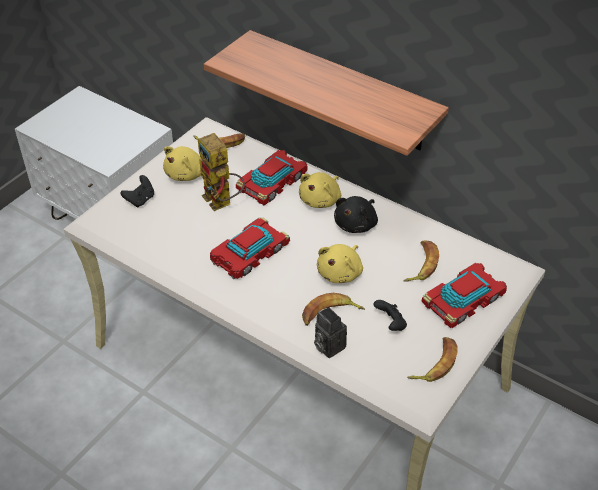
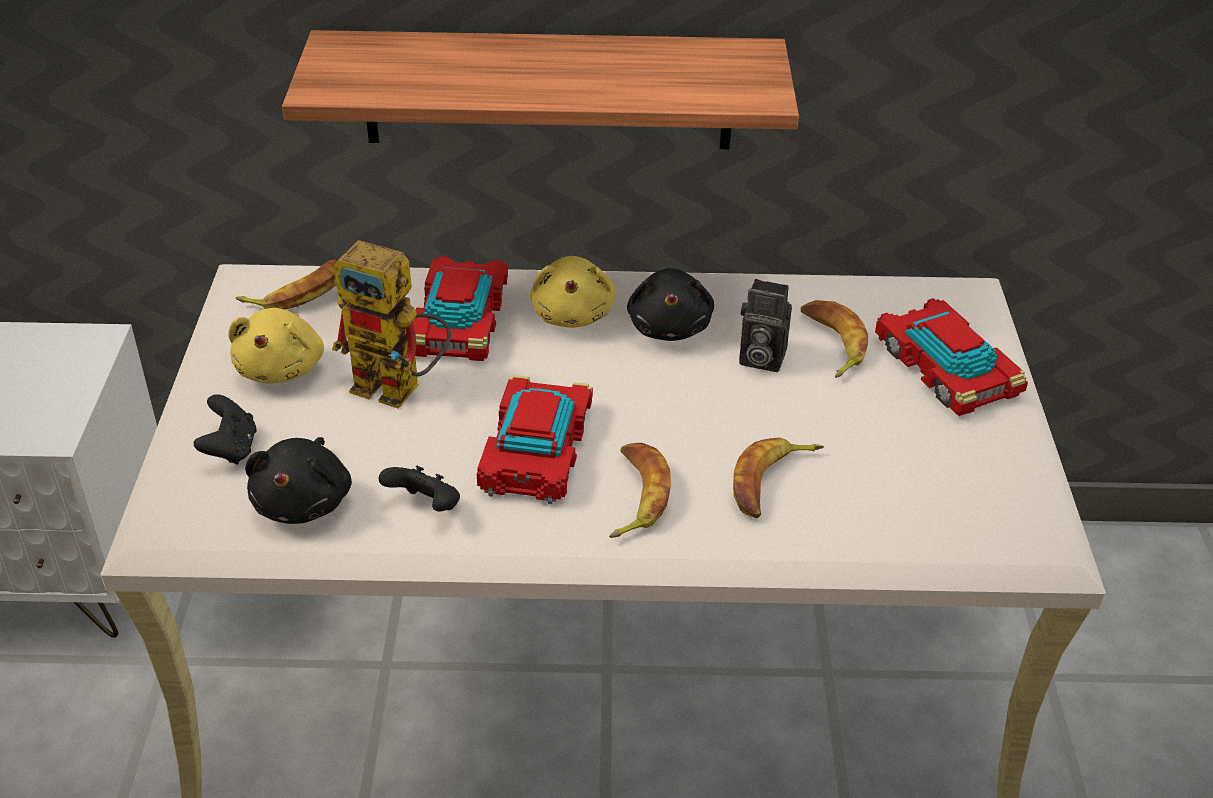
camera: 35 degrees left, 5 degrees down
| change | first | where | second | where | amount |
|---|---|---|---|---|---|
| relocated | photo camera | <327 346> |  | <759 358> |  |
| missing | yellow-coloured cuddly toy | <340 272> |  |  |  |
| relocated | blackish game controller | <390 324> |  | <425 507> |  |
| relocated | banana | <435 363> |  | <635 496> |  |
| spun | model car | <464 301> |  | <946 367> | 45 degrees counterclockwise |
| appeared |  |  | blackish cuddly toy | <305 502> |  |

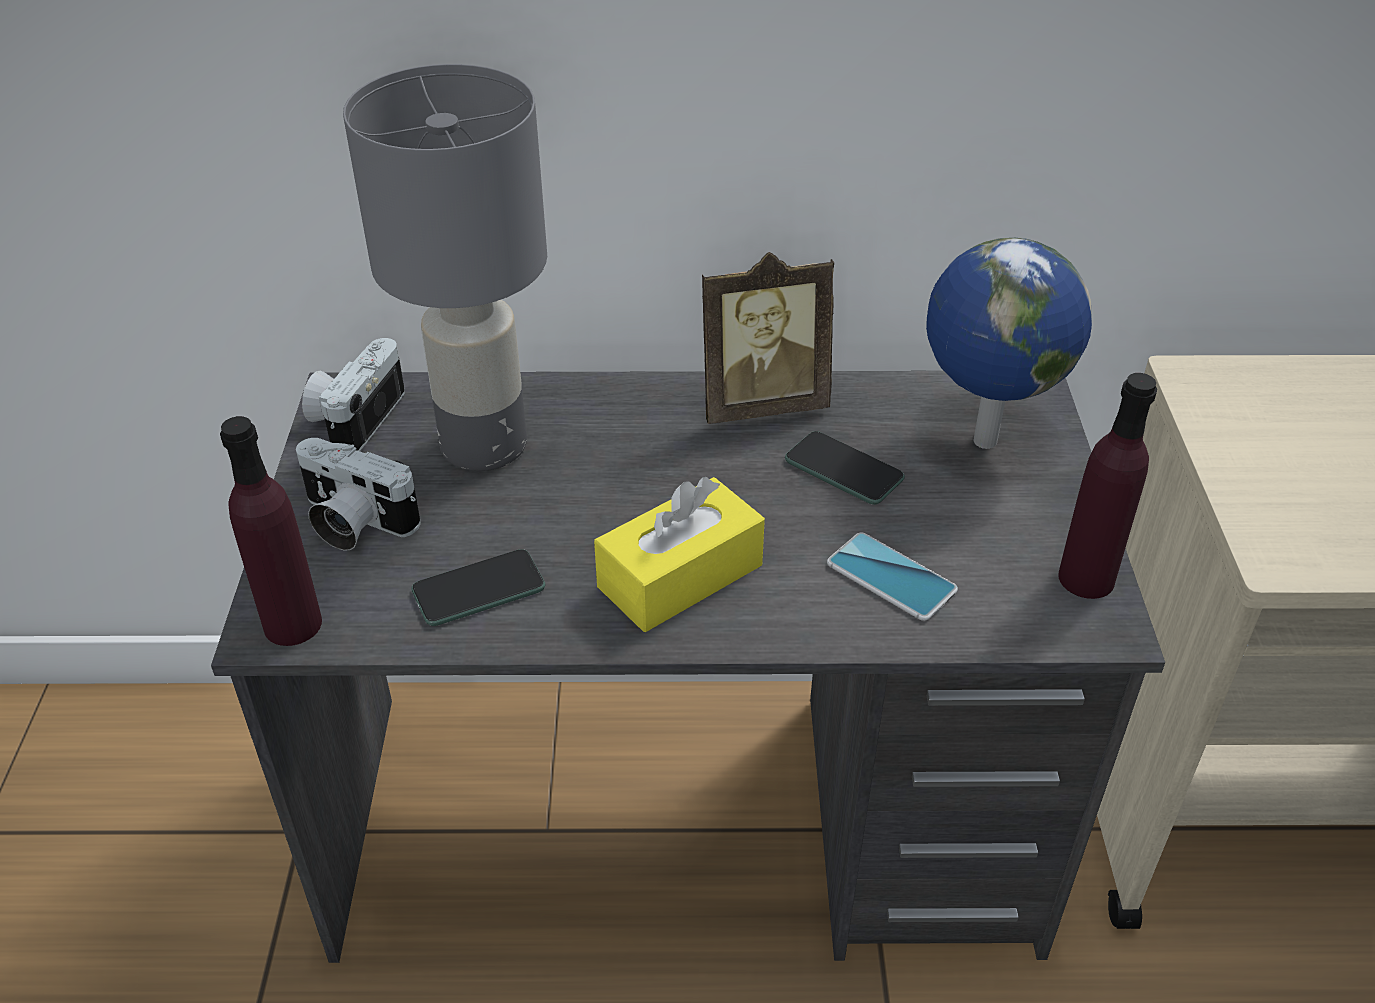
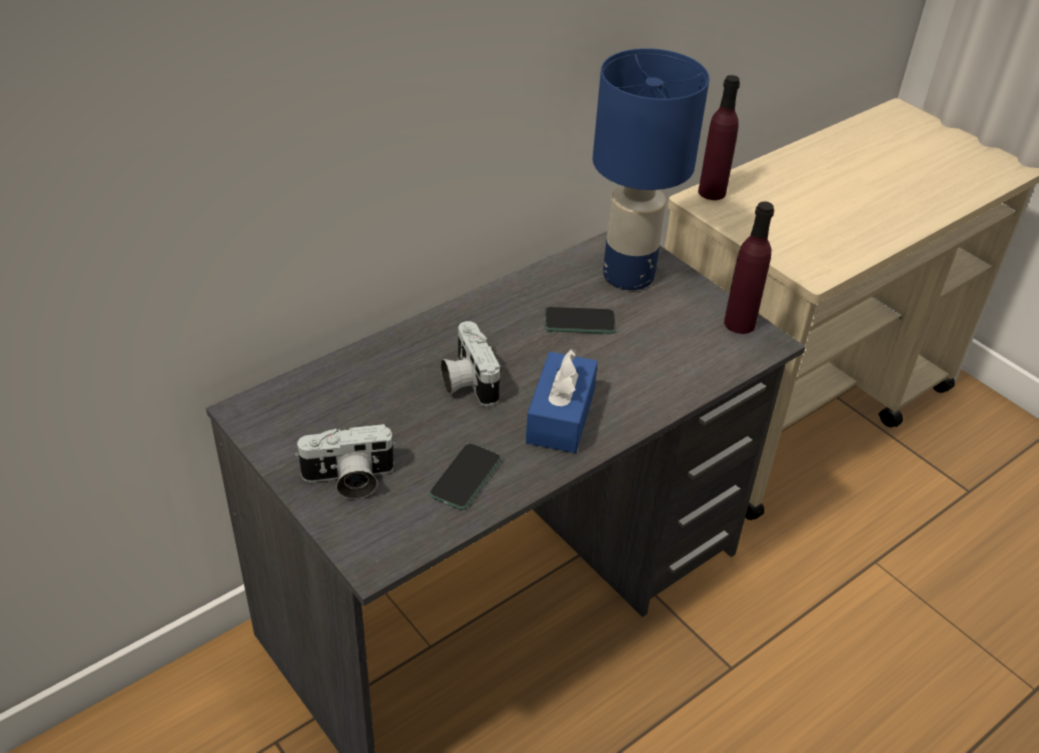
camera: 40 degrees left, 0 degrees up
| change | first | where | second | where | amount |
|---|---|---|---|---|---|
| relocated | purple-coloured bottle | <293 624> |  | <712 192> |  |
| relocated | photo camera | <355 418> |  | <467 381> |  |
| missing | gray lamp for a table | <482 447> |  |  |  |
| colour | yellow-coloured tissue holder | <680 576> | bluish tissue holder | <560 416> |  |
| missing | picture frame | <761 403> |  |  |  |
| missing | handset | <891 577> |  |  |  |
| exchanged | world globe | <982 441> | bluish lamp for a table | <628 276> |  |

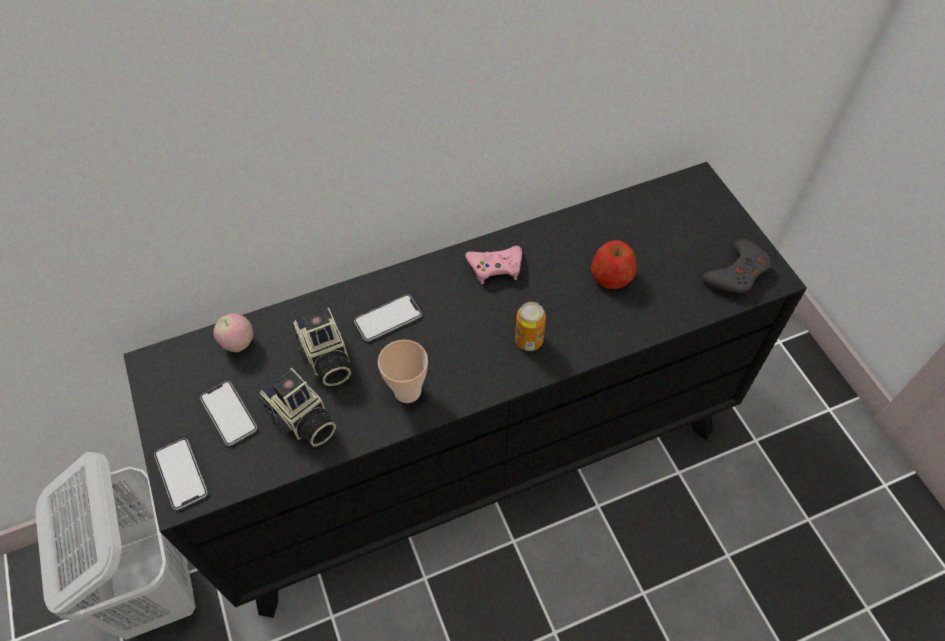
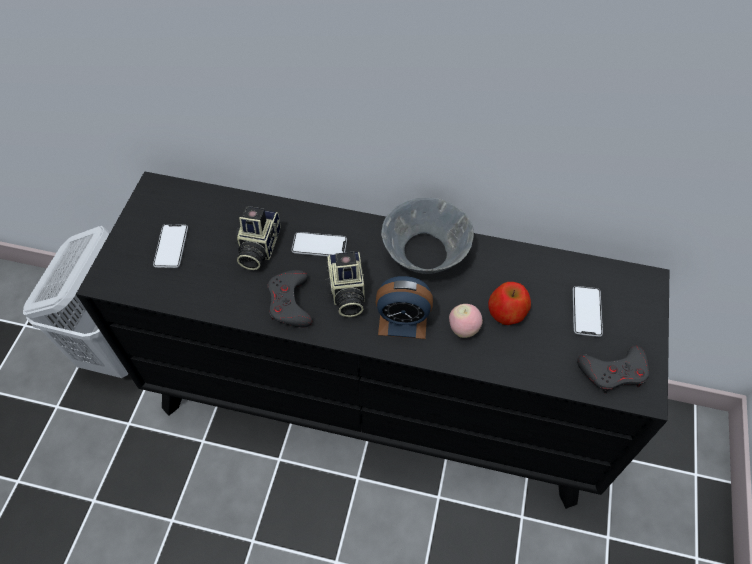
camera: 35 degrees right, 0 degrees up
| change | first | where | second | where | amount |
|---|---|---|---|---|---|
| relocated | handset | <181 474> |  | <586 311> |  |
| relocated | apple | <238 343> |  | <463 329> |  |
| relocated | photo camera | <301 419> |  | <346 292> |  |
| exchanged | small cup | <407 391> | gray game controller | <290 303> |  |
| exchanged | pinkish game controller | <495 267> | gray bowl | <424 253> |  |
| exchanged | sealed can | <529 340> | alarm clock | <403 320> |  |

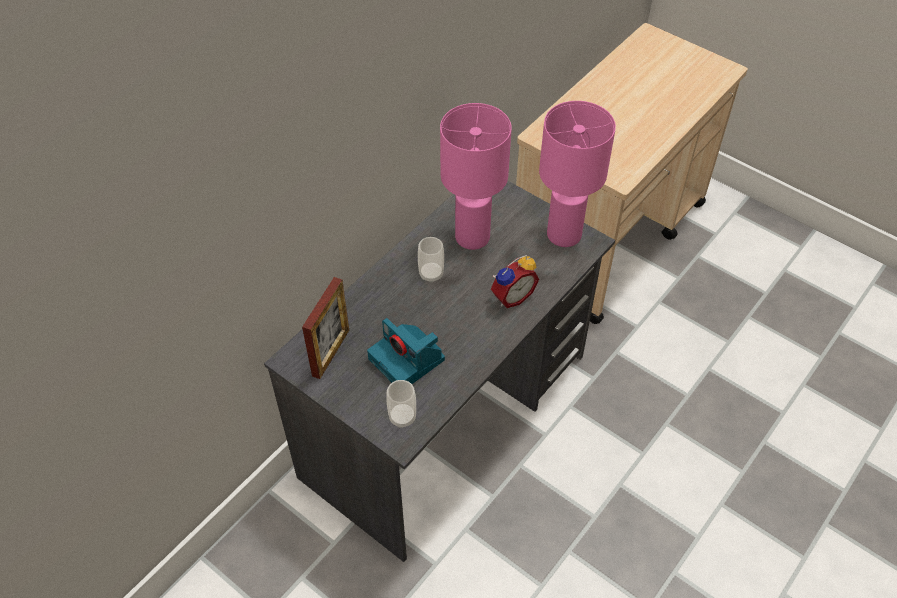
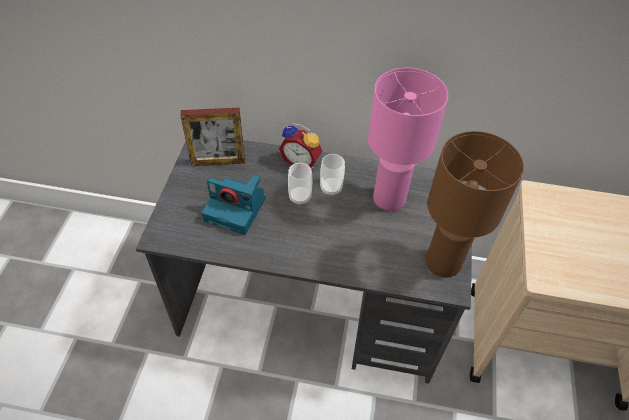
camera: 60 degrees right, 0 degrees up
| change | first | where | second | where | amount |
|---|---|---|---|---|---|
| spun | photo camera | <408 360> |  | <236 209> | 90 degrees counterclockwise |
| relocated | small cup | <402 417> |  | <300 197> |  |
| relocated | alarm clock | <511 296> |  | <301 161> |  |
| colour | pinkish lamp for a table | <564 234> | brown lamp for a table | <444 263> |  |

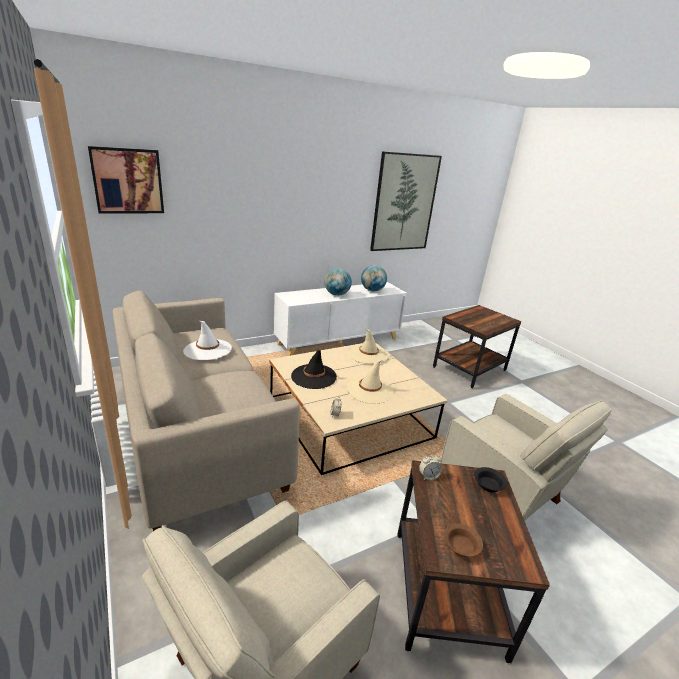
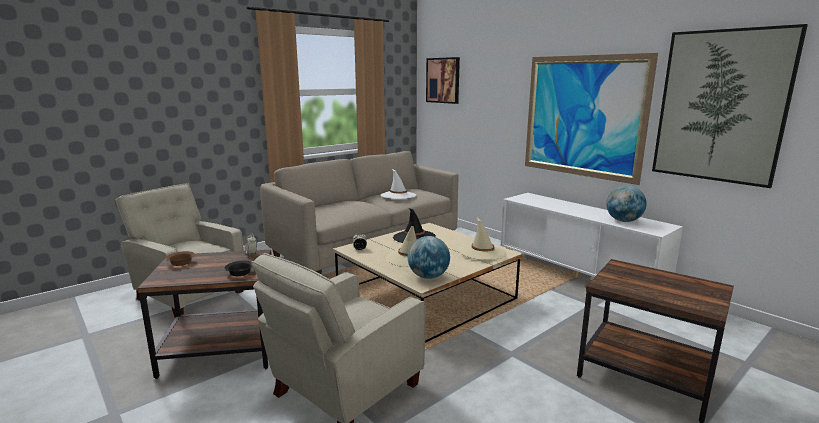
camera: 80 degrees right, 10 degrees down
| change | first | where | second | where | amount |
|---|---|---|---|---|---|
| relocated | world globe | <336 294> |  | <428 276> |  |
| appeared |  |  | wall picture | <582 116> |  |

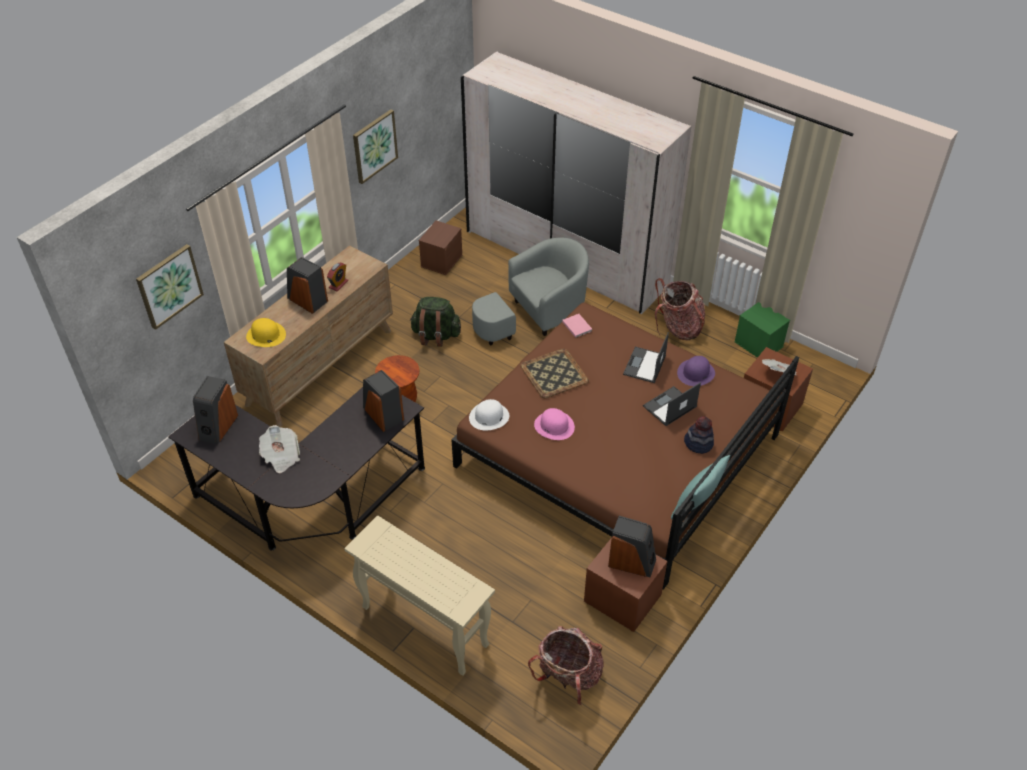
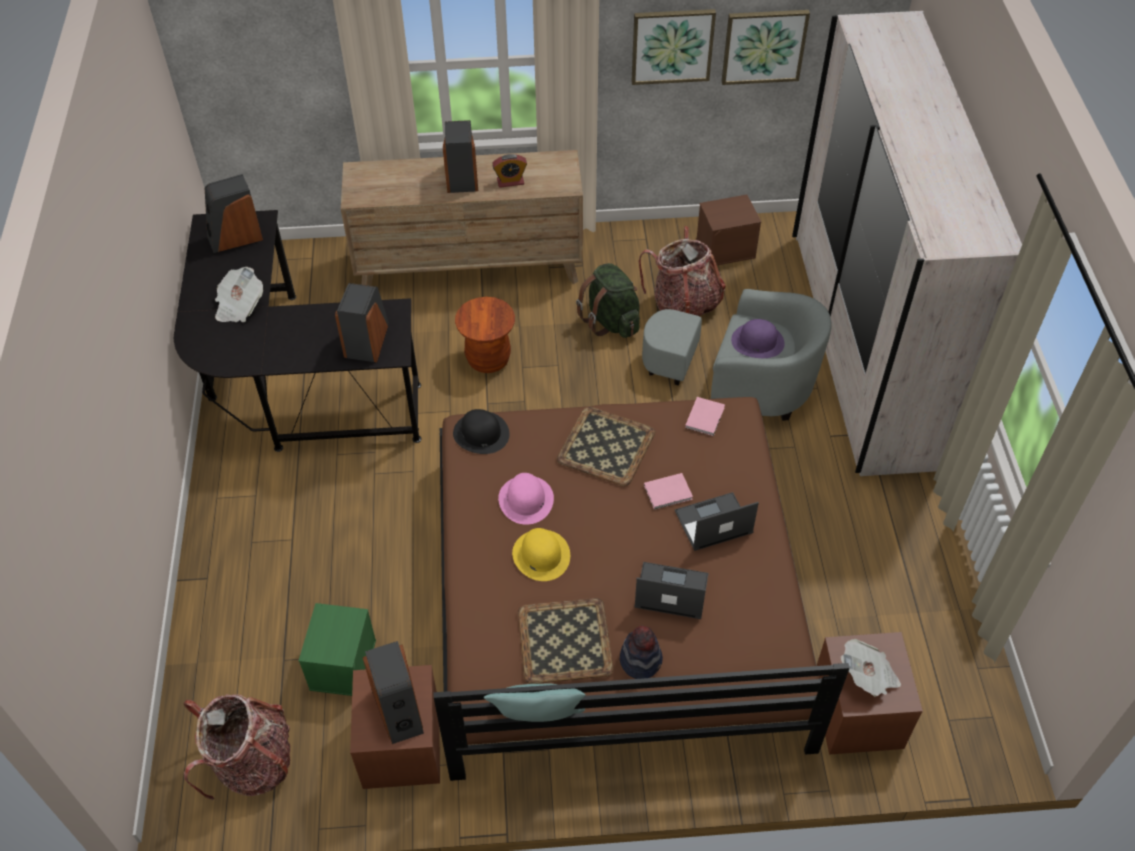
camera: 50 degrees right, 5 degrees up
| change | first | where | second | where | amount |
|---|---|---|---|---|---|
| relocated | wall picture | <169 286> |  | <764 46> |  |
| relocated | yellow-coloured wearable hat | <265 335> |  | <541 555> |  |
| missing | beige-coloured console table | <423 626> |  |  |  |
| colour | white-coloured wearable hat | <489 417> | blackish wearable hat | <481 433> |  |
| relocated | backpack | <678 328> |  | <683 305> |  |
| relocated | purple-coloured wearable hat | <696 373> |  | <758 341> |  |
| relocated | greenish storage container | <758 344> |  | <342 664> |  |
| appeared |  |  | tray | <565 641> |  |
| appeared |  |  | pinkish book | <669 493> |  |

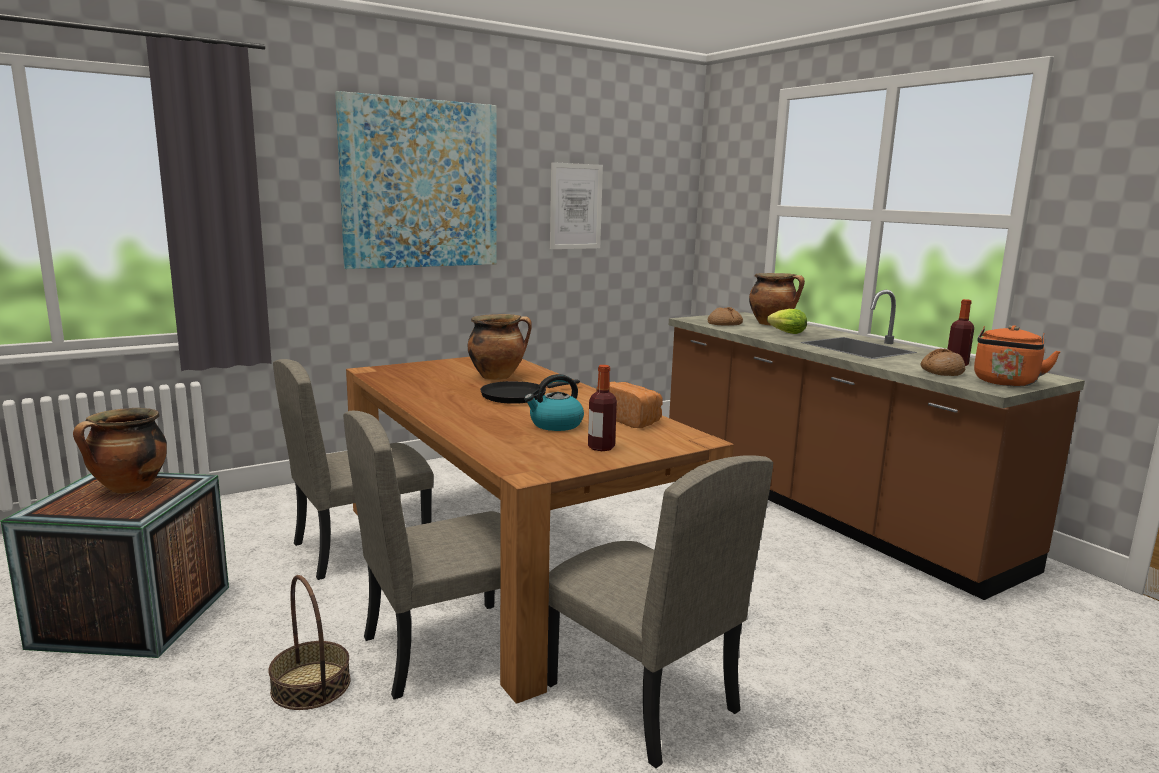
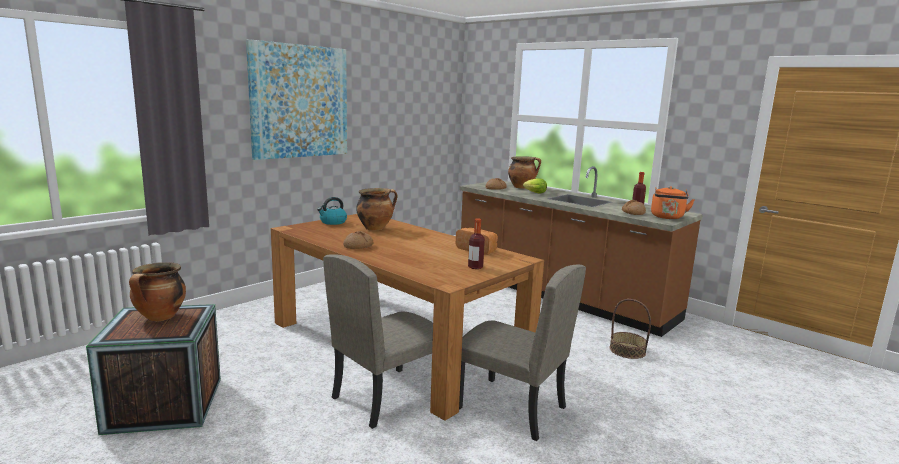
camera: 15 degrees left, 0 degrees up
| change | first | where | second | where | amount |
|---|---|---|---|---|---|
| relocated | basket | <311 685> |  | <627 350> |  |
| missing | beige-coloured plain chair | <361 547> |  |  |  |
| missing | blackish skillet | <517 396> |  |  |  |
| relocated | tea kettle | <555 425> |  | <333 222> |  |
| missing | wall picture | <576 206> |  |  |  |
| appeared |  |  | bakery bread | <358 246> |  |

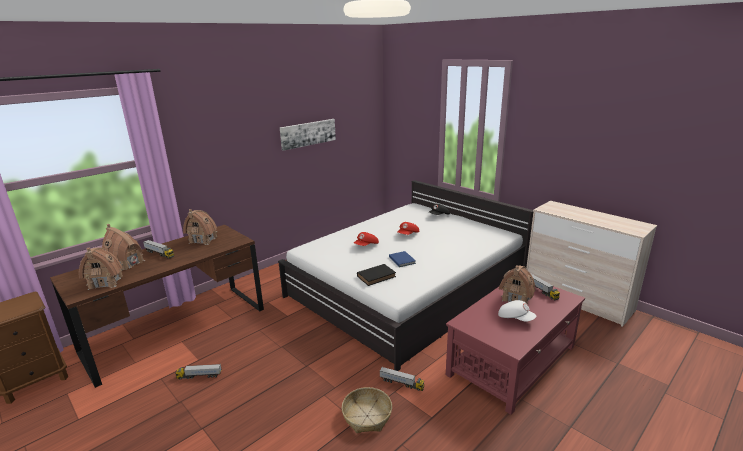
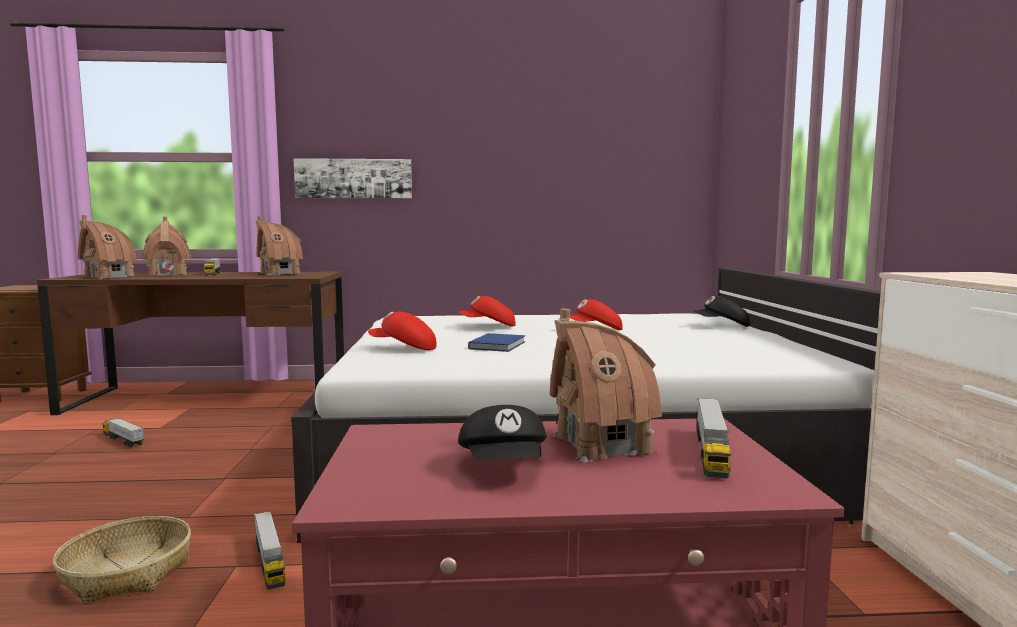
camera: 40 degrees right, 15 degrees down
| change | first | where | second | where | amount |
|---|---|---|---|---|---|
| relocated | wall picture | <308 133> |  | <354 178> |  |
| exchanged | blackish book | <377 276> | reddish peaked cap | <403 348> |  |
| colour | white-coloured peaked cap | <515 318> | blackish peaked cap | <505 466> |  |

